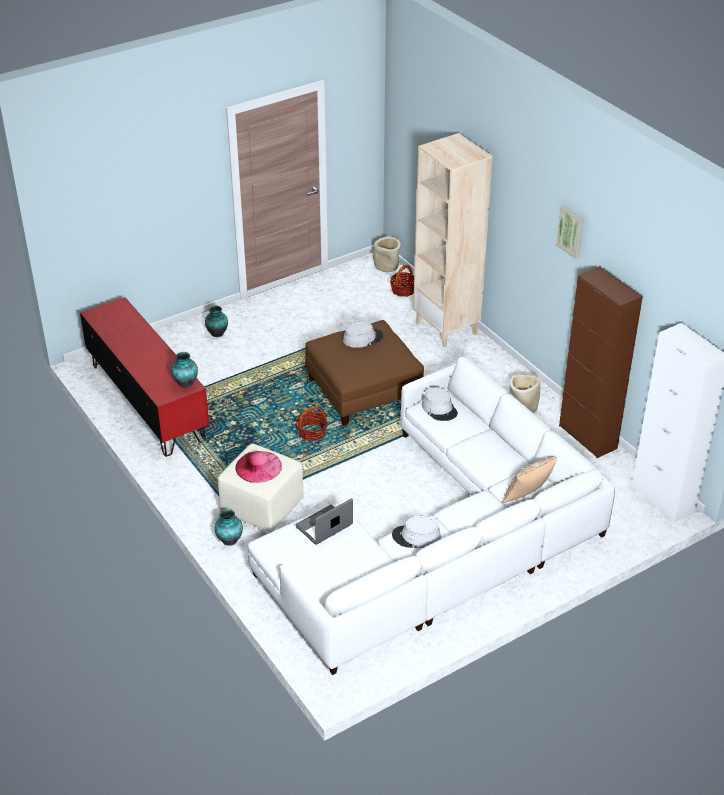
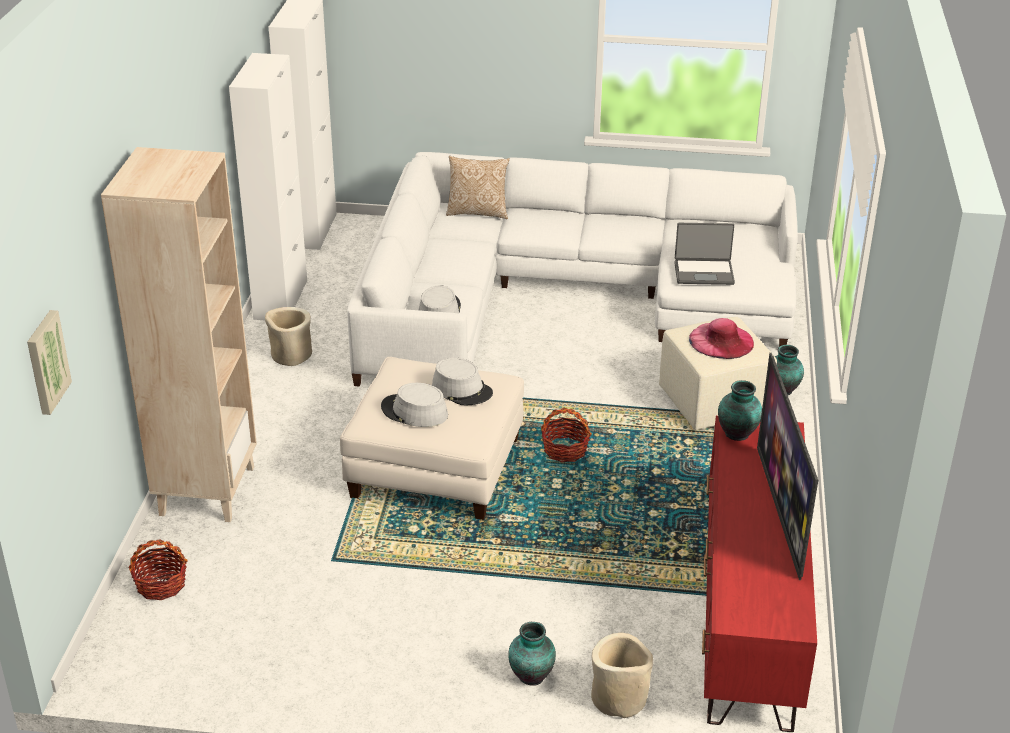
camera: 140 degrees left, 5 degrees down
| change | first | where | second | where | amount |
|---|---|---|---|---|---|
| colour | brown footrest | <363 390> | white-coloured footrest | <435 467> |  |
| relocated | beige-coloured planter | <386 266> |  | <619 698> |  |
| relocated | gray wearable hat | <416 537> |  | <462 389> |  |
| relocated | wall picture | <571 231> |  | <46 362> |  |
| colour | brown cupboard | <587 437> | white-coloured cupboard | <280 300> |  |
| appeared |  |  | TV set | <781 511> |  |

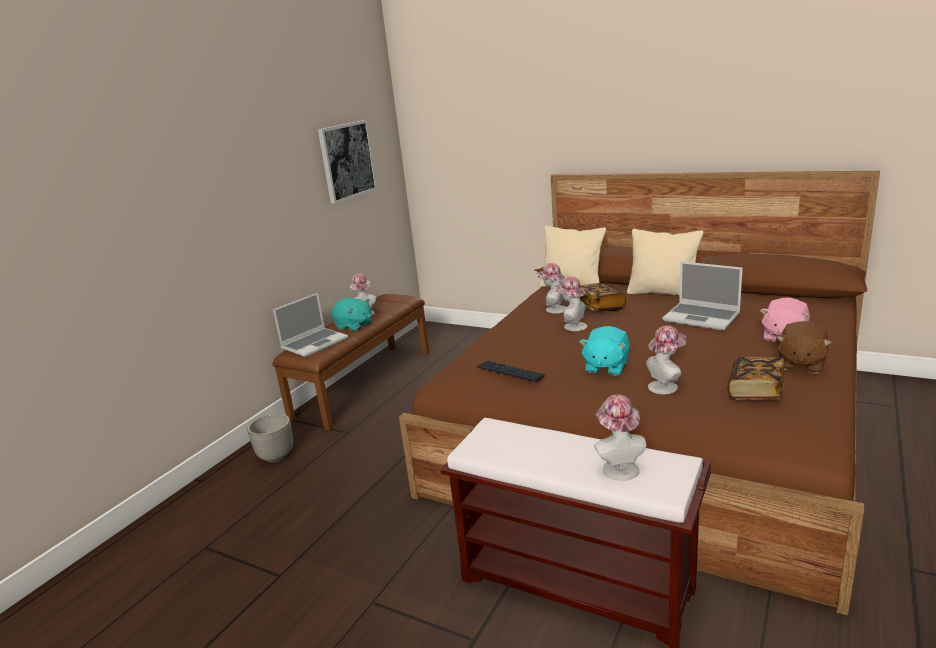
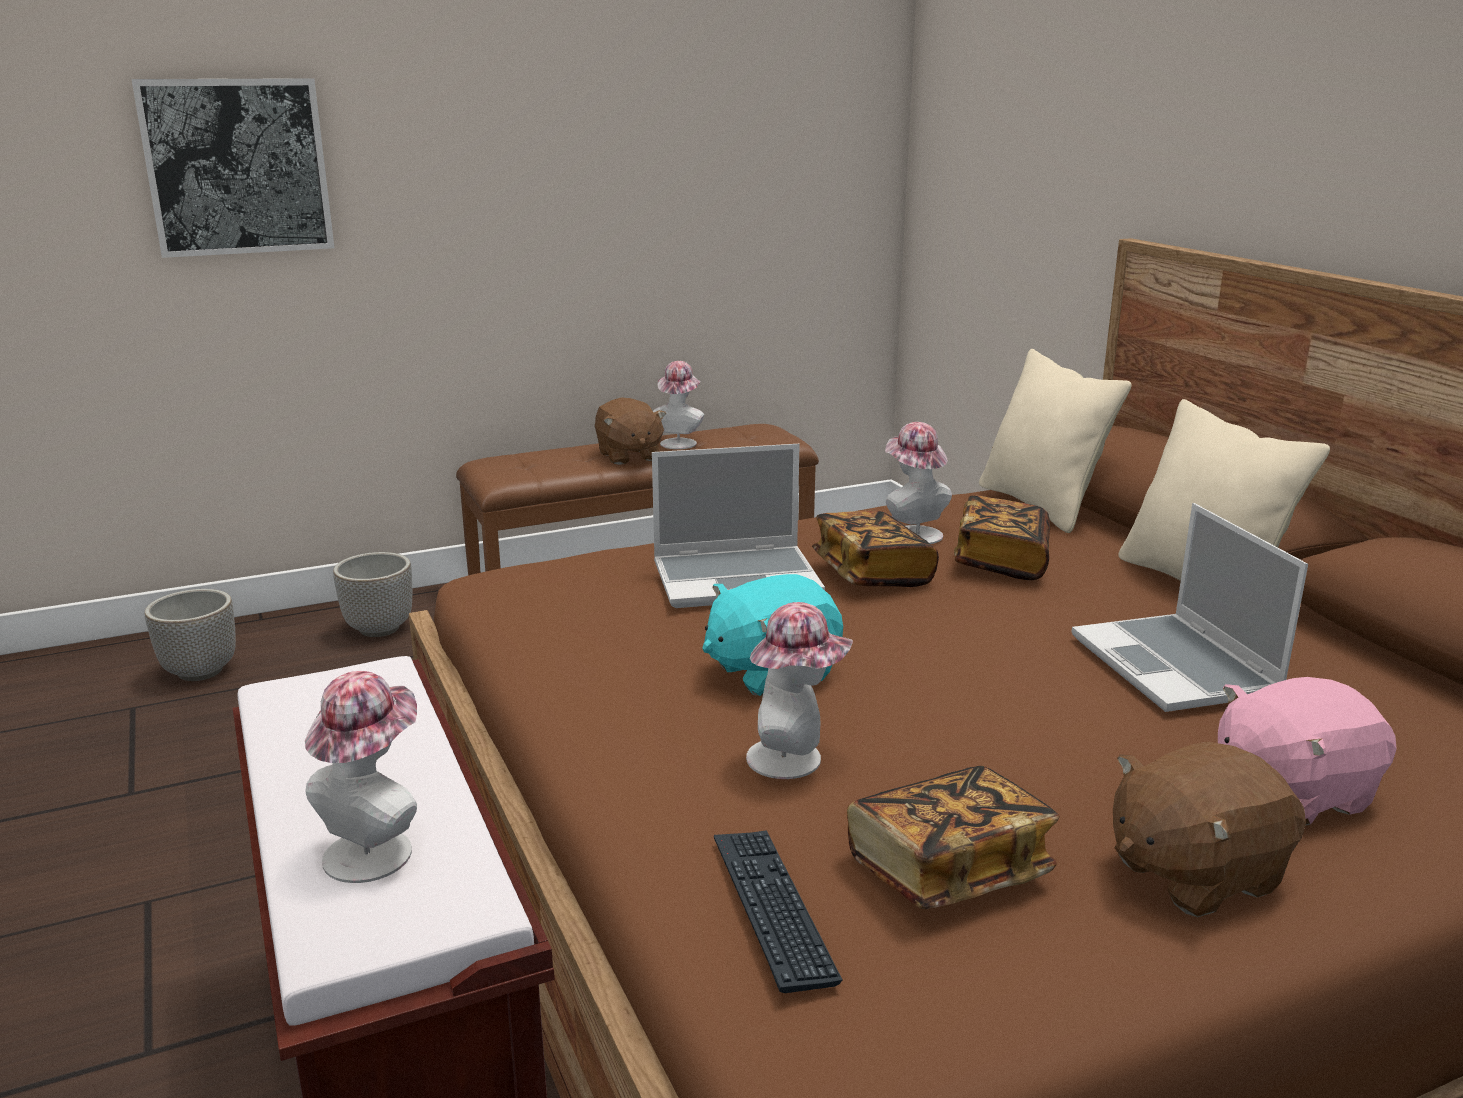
camera: 35 degrees right, 0 degrees up
| change | first | where | second | where | amount |
|---|---|---|---|---|---|
| relocated | notebook computer | <315 343> |  | <738 579> |  |
| relocated | wall picture | <347 160> |  | <237 167> |  |
| colour | turquoise cuddly toy | <354 326> | brown cuddly toy | <628 456> |  |
| relocated | PC keyboard | <510 372> |  | <772 908> |  |
| exchanged | wearable hat | <572 326> | book | <872 574> |  |
| appeared |  |  | planter | <201 671> |  |

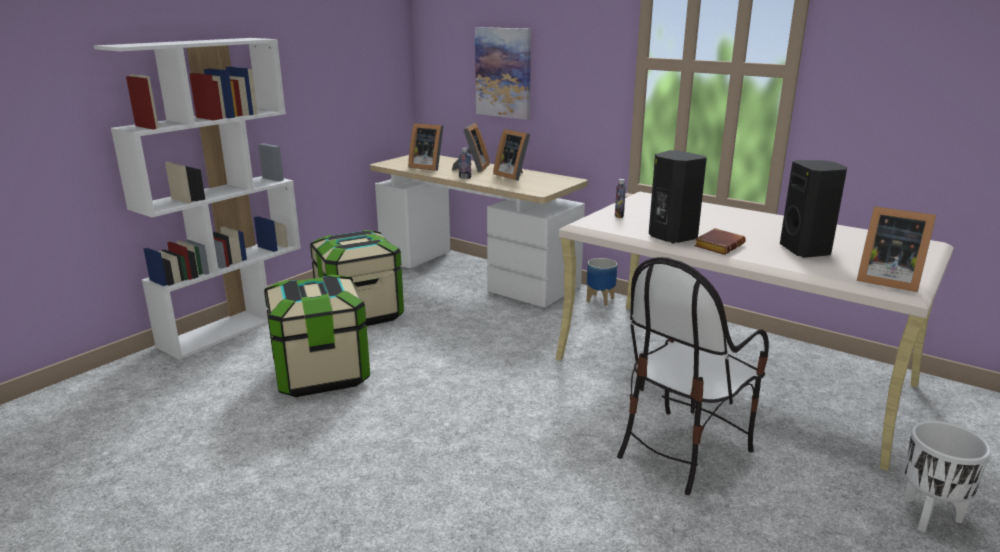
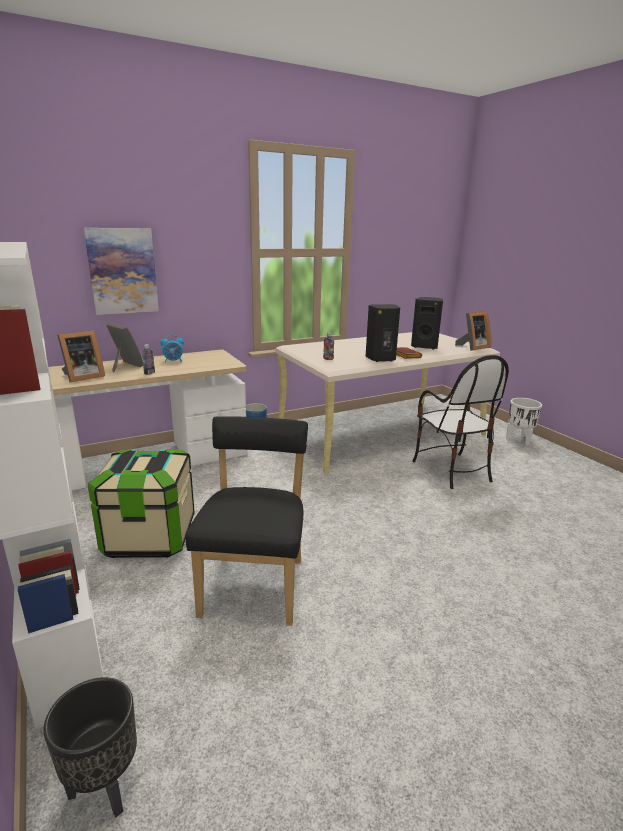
camera: 65 degrees left, 0 degrees up
| change | first | where | second | where | amount |
|---|---|---|---|---|---|
| exchanged | storage container | <321 374> | blackish plain chair | <255 583> |  |
| exchanged | picture frame | <513 176> | alarm clock | <173 361> |  |
| appeared |  |  | blackish planter | <105 786> |  |

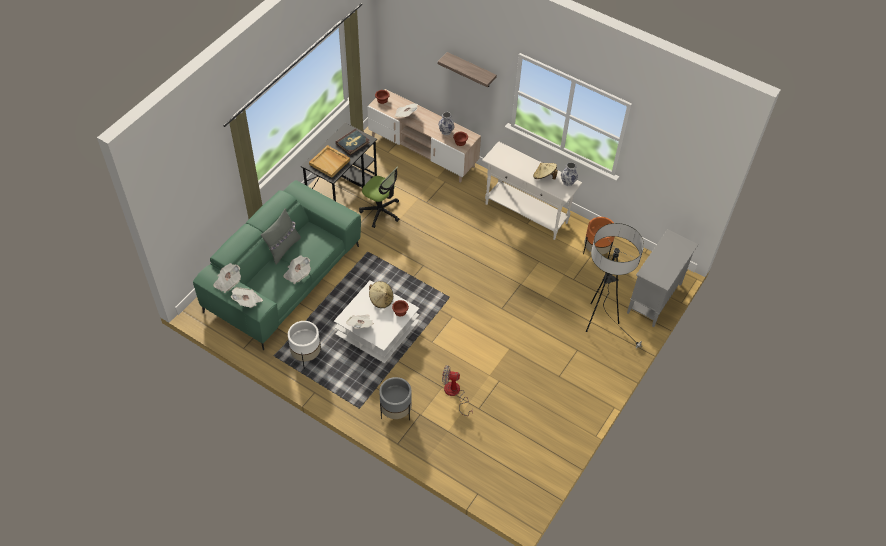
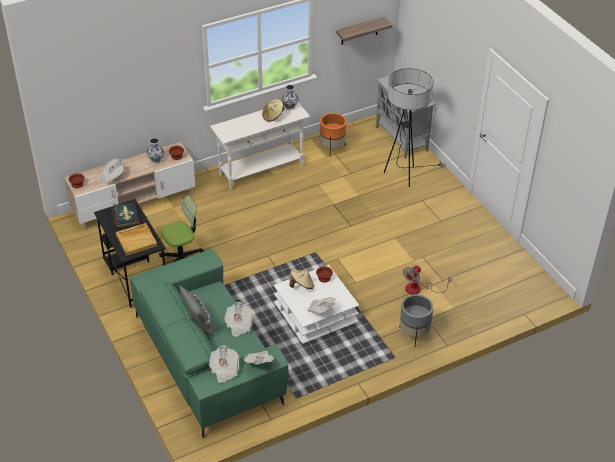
camera: 60 degrees left, 10 degrees down
| change | first | where | second | where | amount |
|---|---|---|---|---|---|
| missing | white-coloured planter | <306 355> |  |  |  |
| relocated | shelf | <471 70> |  | <359 31> |  |

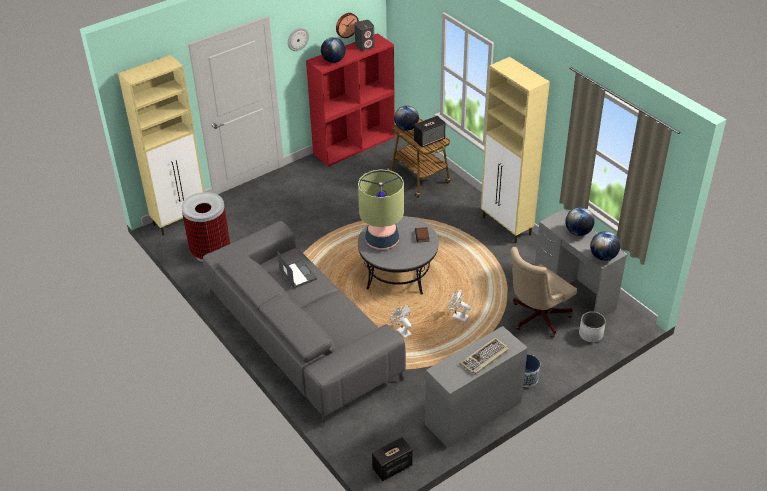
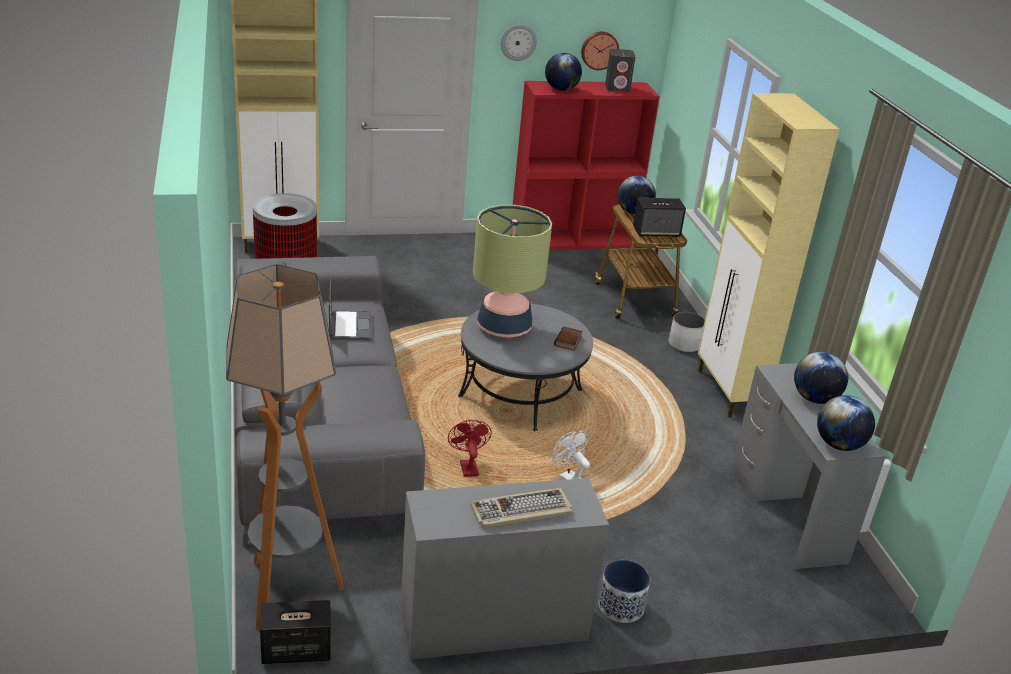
camera: 20 degrees right, 10 degrees down
| change | first | where | second | where | amount |
|---|---|---|---|---|---|
| colour | white-coloured fan | <402 331> | reddish fan | <467 466> |  |
| missing | beige-coloured desk chair | <536 318> |  |  |  |
| relocated | white-coloured planter | <591 334> |  | <684 344> |  |
| appeared |  |  | standard lamp | <287 592> |  |

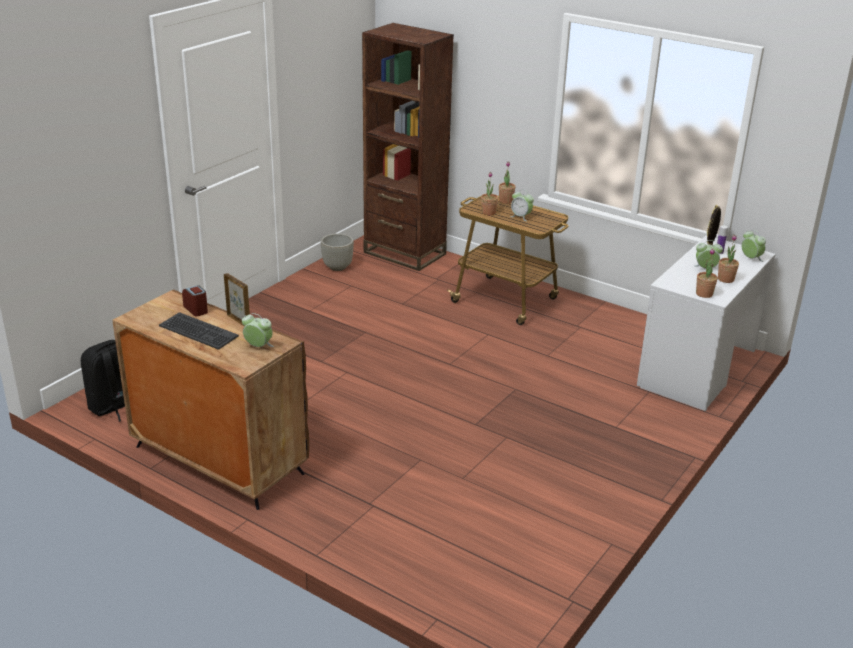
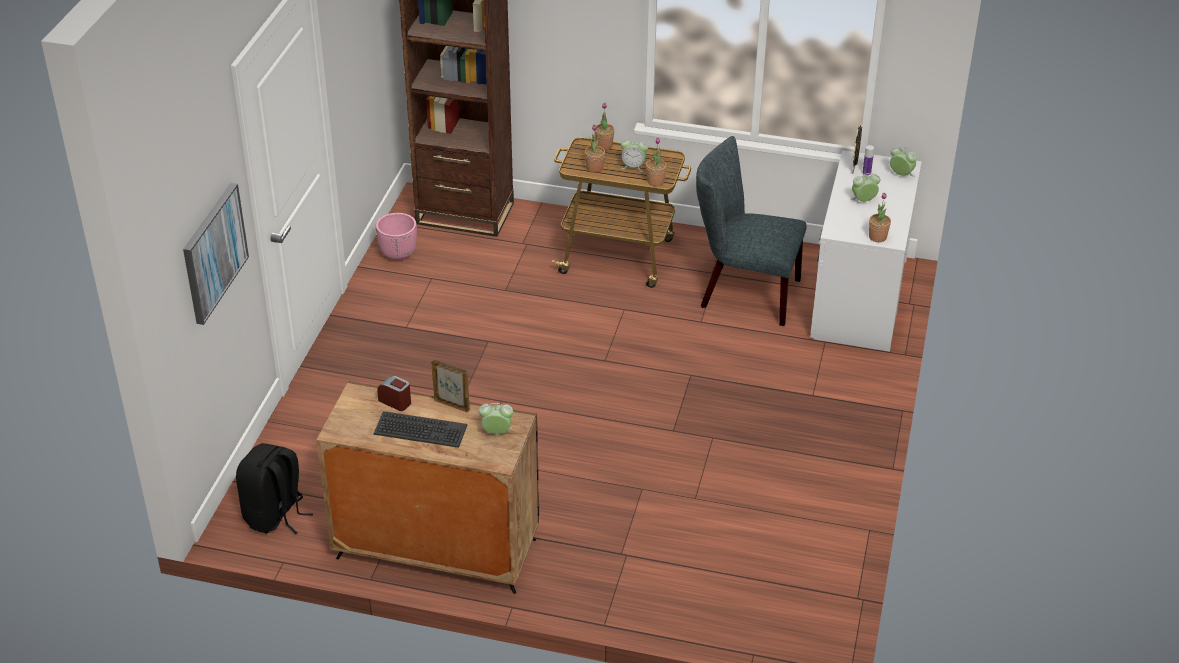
camera: 20 degrees left, 10 degrees up
| change | first | where | second | where | amount |
|---|---|---|---|---|---|
| colour | gray planter | <338 267> | pinkish planter | <399 254> |  |
| relocated | potted plant | <725 279> |  | <655 181> |  |
| appeared |  |  | wall picture | <213 252> |  |
| appeared |  |  | gray plain chair | <743 293> |  |

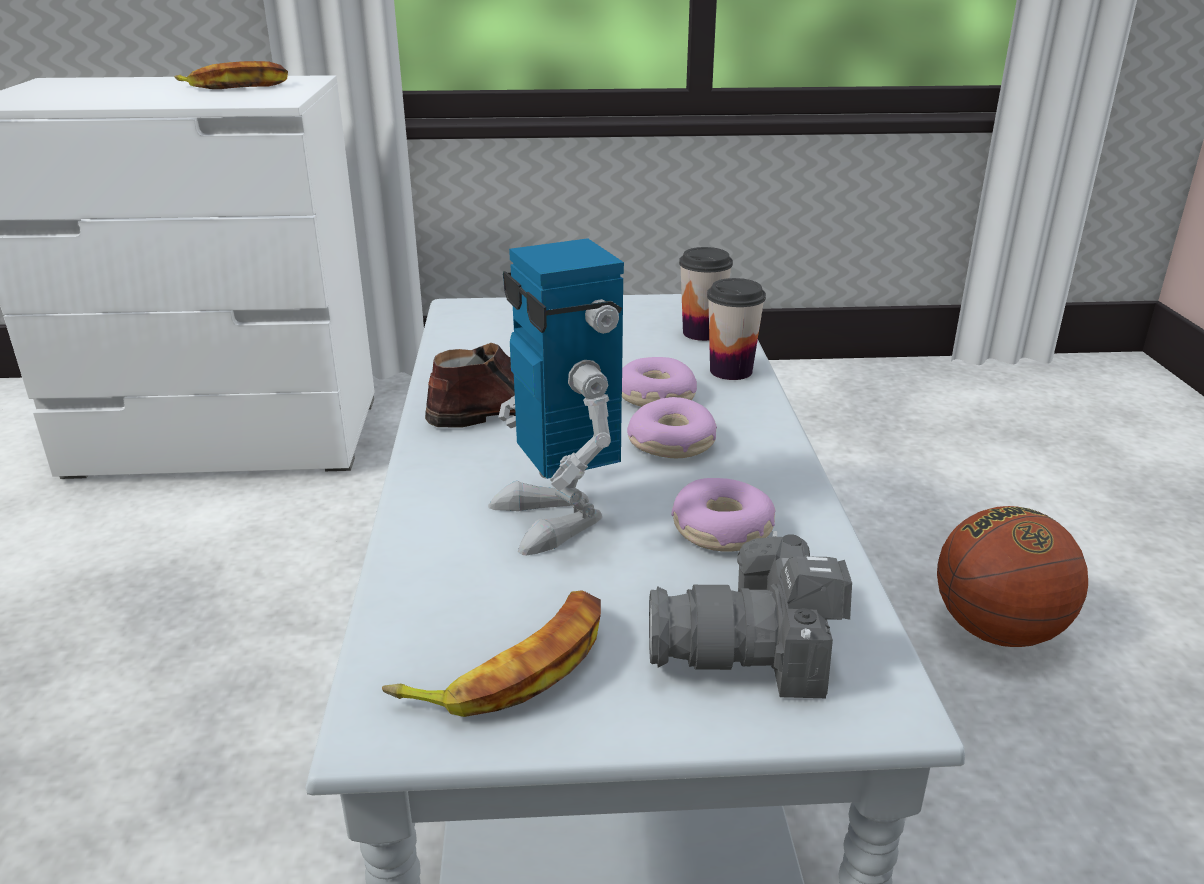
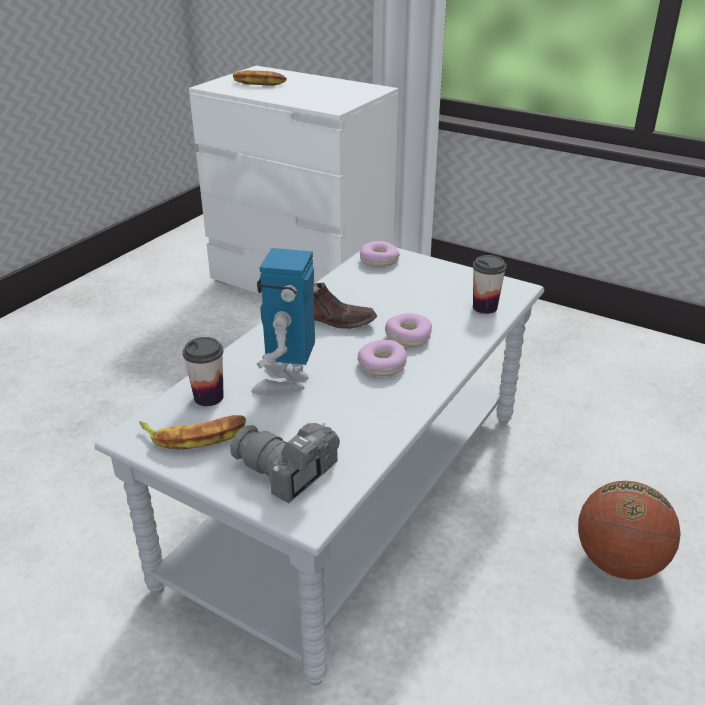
camera: 35 degrees right, 5 degrees up
| change | first | where | second | where | amount |
|---|---|---|---|---|---|
| relocated | banana | <235 86> |  | <257 82> |  |
| relocated | doughnut | <722 530> |  | <378 261> |  |
| relocated | small cup | <731 371> |  | <208 397> |  |

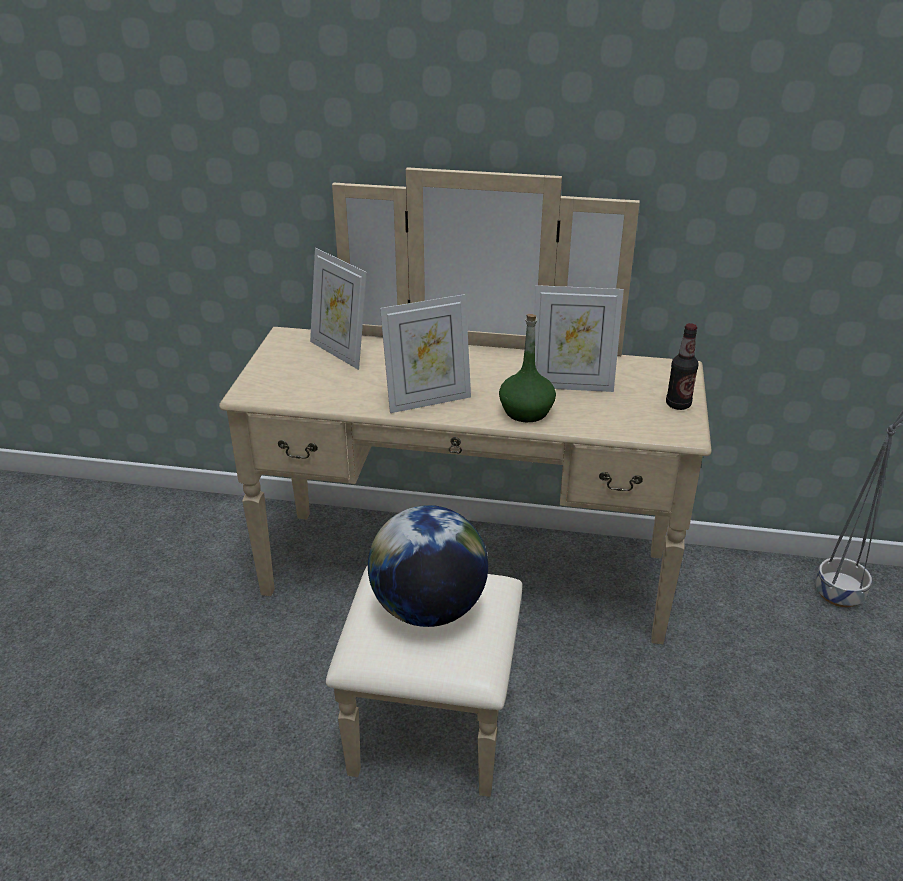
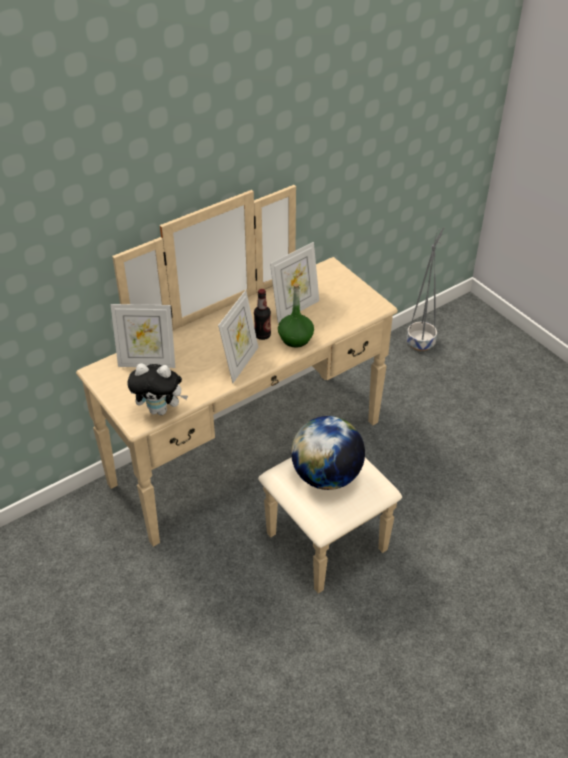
camera: 45 degrees left, 10 degrees up
| change | first | where | second | where | amount |
|---|---|---|---|---|---|
| relocated | bottle | <678 404> |  | <262 335> |  |
| appeared |  |  | cuddly toy | <160 409> |  |

